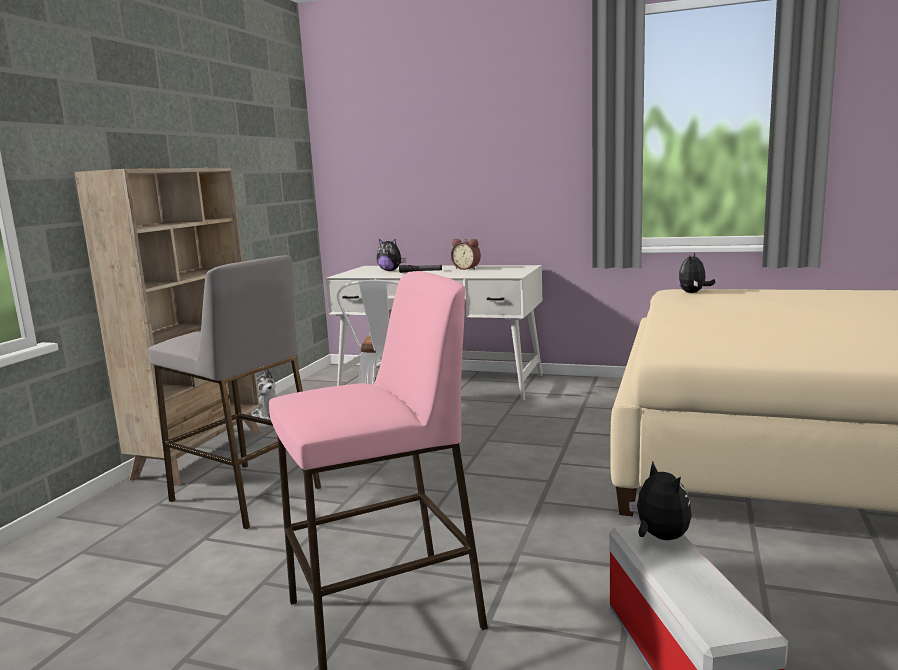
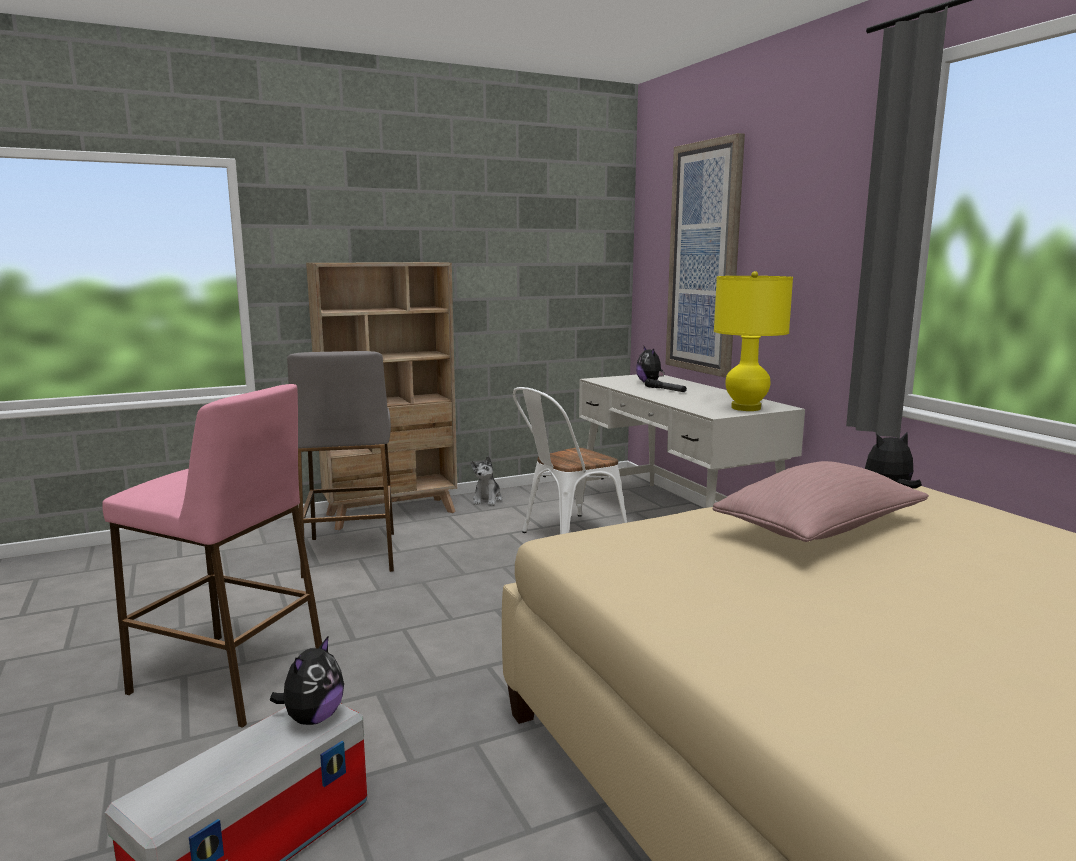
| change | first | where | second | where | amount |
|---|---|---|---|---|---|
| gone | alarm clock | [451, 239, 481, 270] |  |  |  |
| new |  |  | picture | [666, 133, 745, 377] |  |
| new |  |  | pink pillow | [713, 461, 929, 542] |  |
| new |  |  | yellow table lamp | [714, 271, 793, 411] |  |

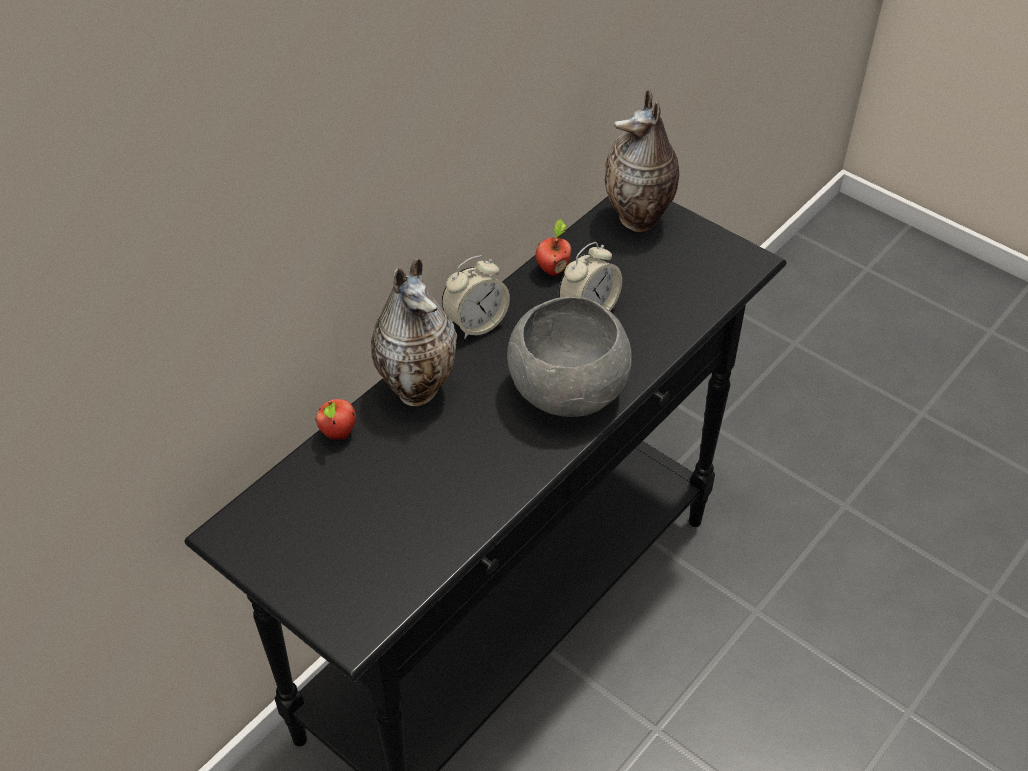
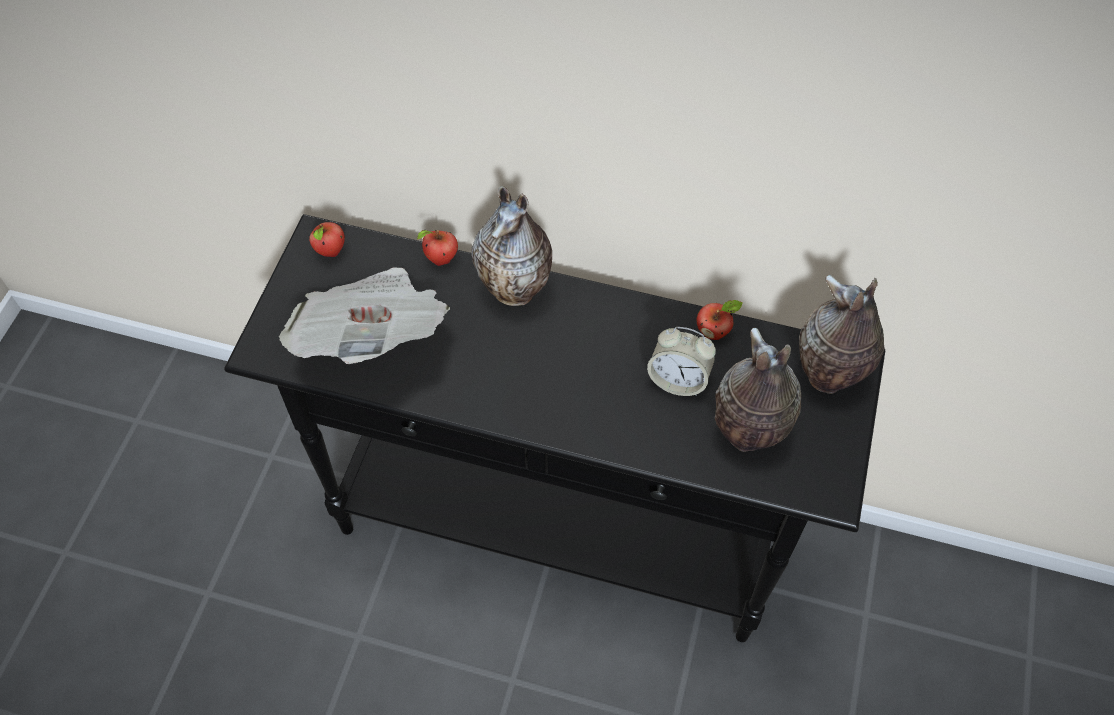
| change | first | where | second | where | amount |
|---|---|---|---|---|---|
| gone | alarm clock | [442, 255, 510, 339] |  |  |  |
| gone | grey bowl | [507, 297, 632, 417] |  |  |  |
| new |  |  | newspaper | [279, 268, 450, 364] |  |
| new |  |  | apple | [309, 222, 345, 257] |  |
| new |  |  | vase | [715, 328, 801, 452] |  |

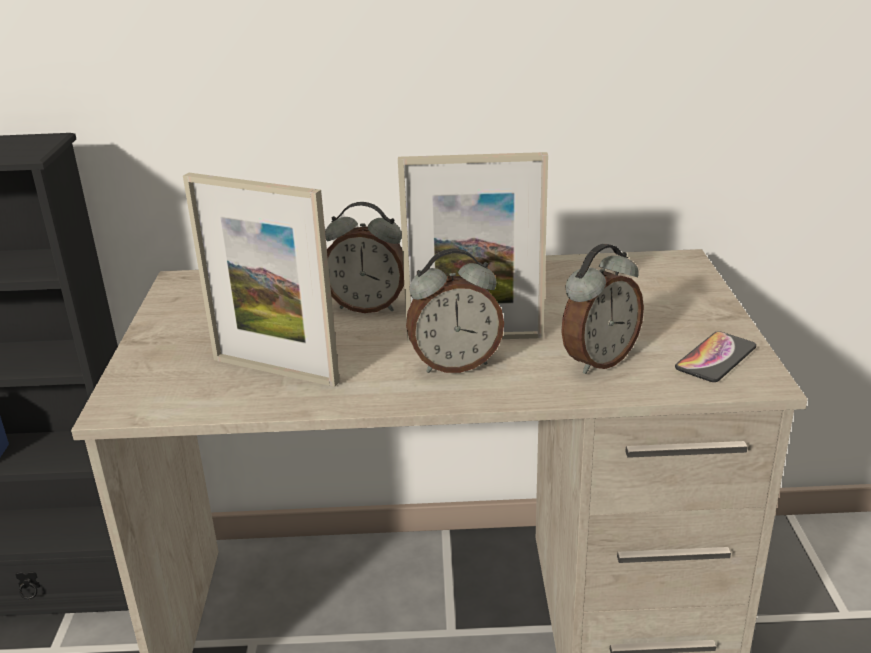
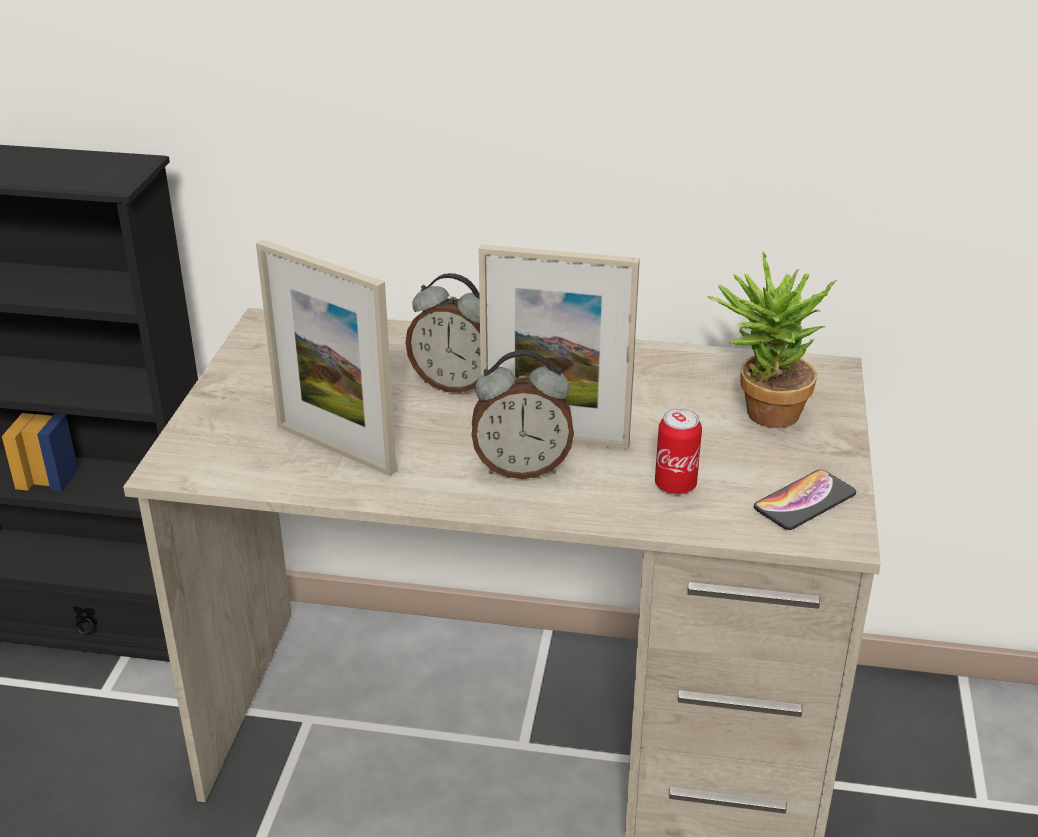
| change | first | where | second | where | amount |
|---|---|---|---|---|---|
| swapped | alarm clock | [561, 244, 644, 374] | can | [655, 408, 702, 495] |  |
| new |  |  | potted plant | [708, 252, 837, 428] |  |

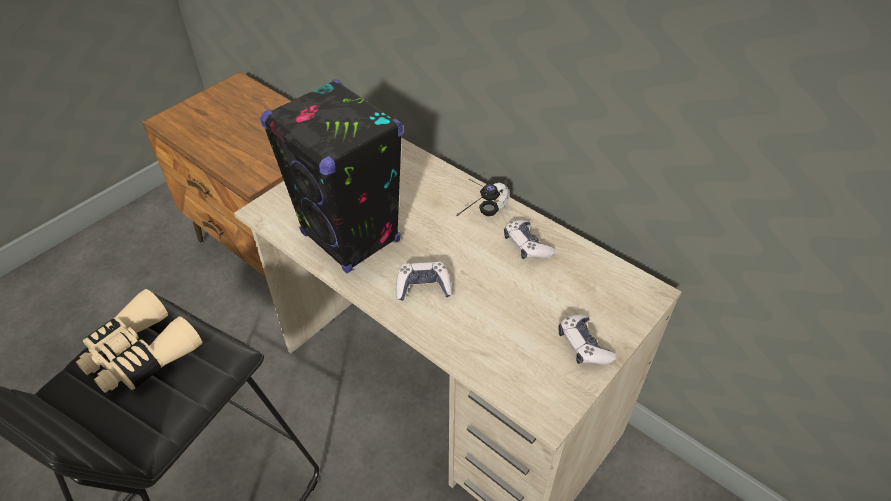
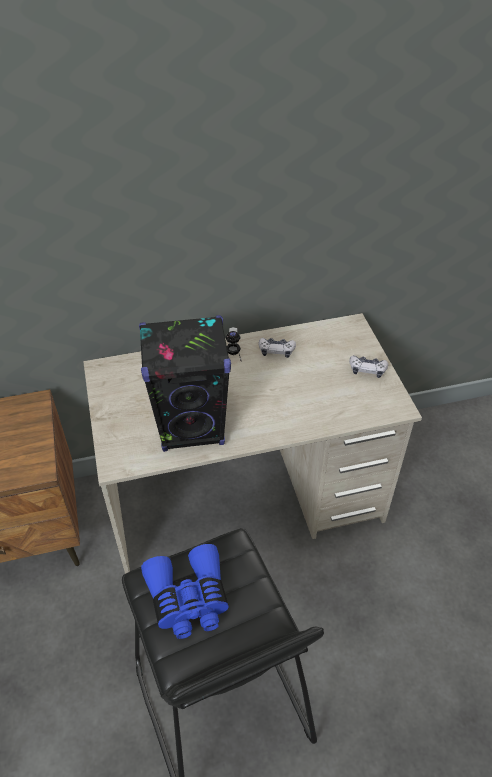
| change | first | where | second | where | amount |
|---|---|---|---|---|---|
| repainted | beige binoculars | [76, 289, 202, 393] | blue binoculars | [141, 544, 229, 639] |  |
| gone | game controller | [396, 261, 452, 301] |  |  |  |

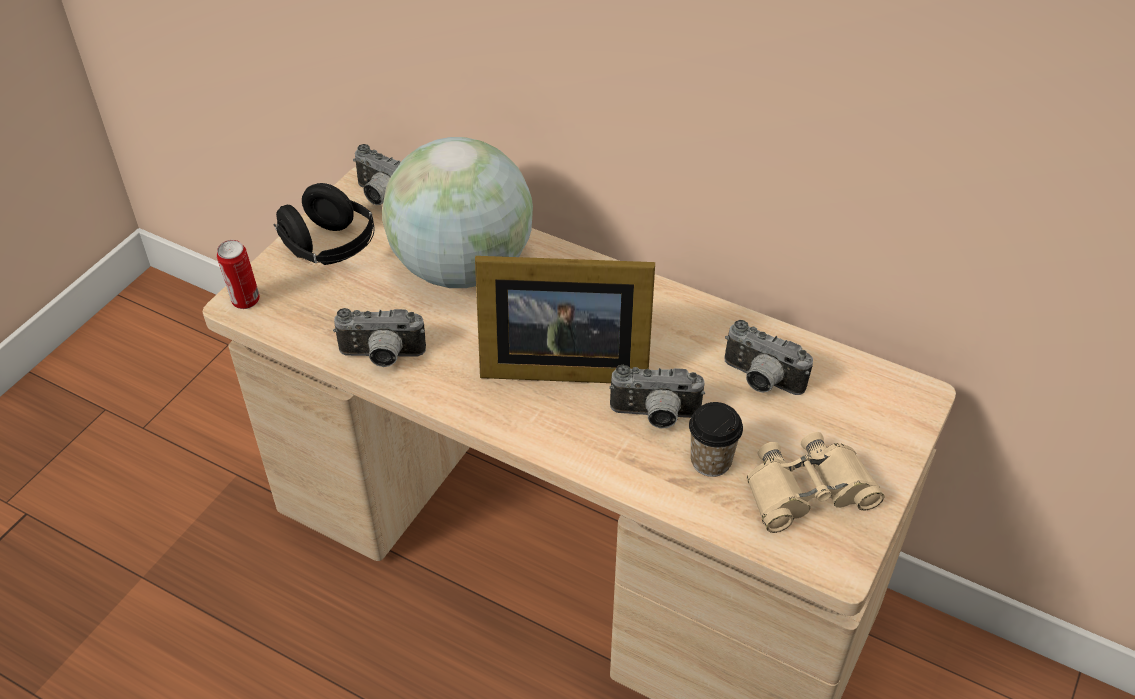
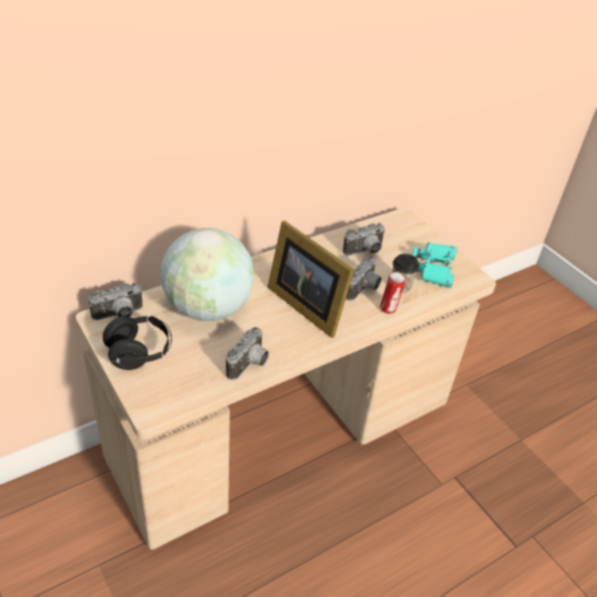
| change | first | where | second | where | amount |
|---|---|---|---|---|---|
| shifted | can | [217, 240, 260, 309] |  | [380, 272, 405, 314] |  |
| rotated | picture frame | [475, 256, 655, 383] |  | [268, 220, 354, 338] | 105 degrees clockwise |
| repainted | beige binoculars | [746, 432, 884, 533] | turquoise binoculars | [412, 242, 457, 288] |  |

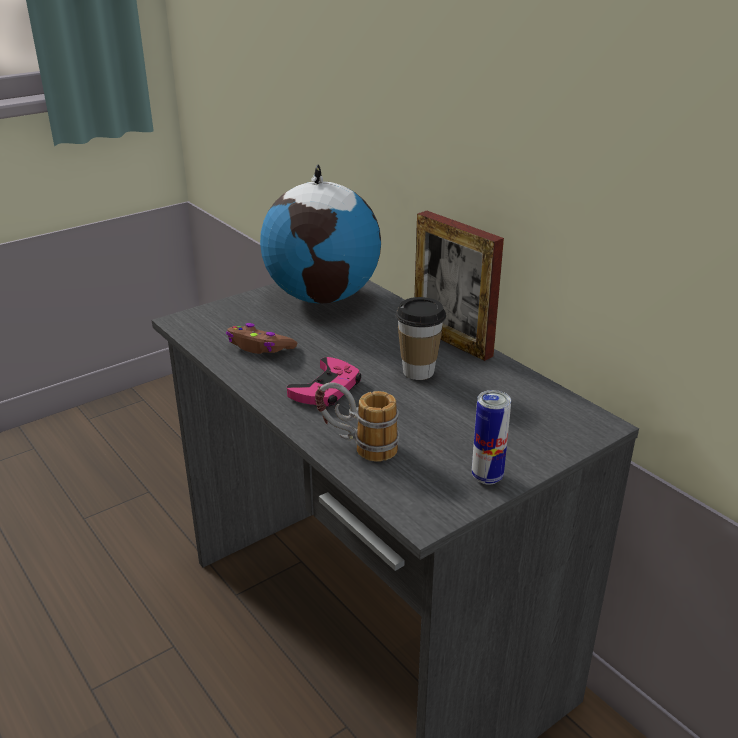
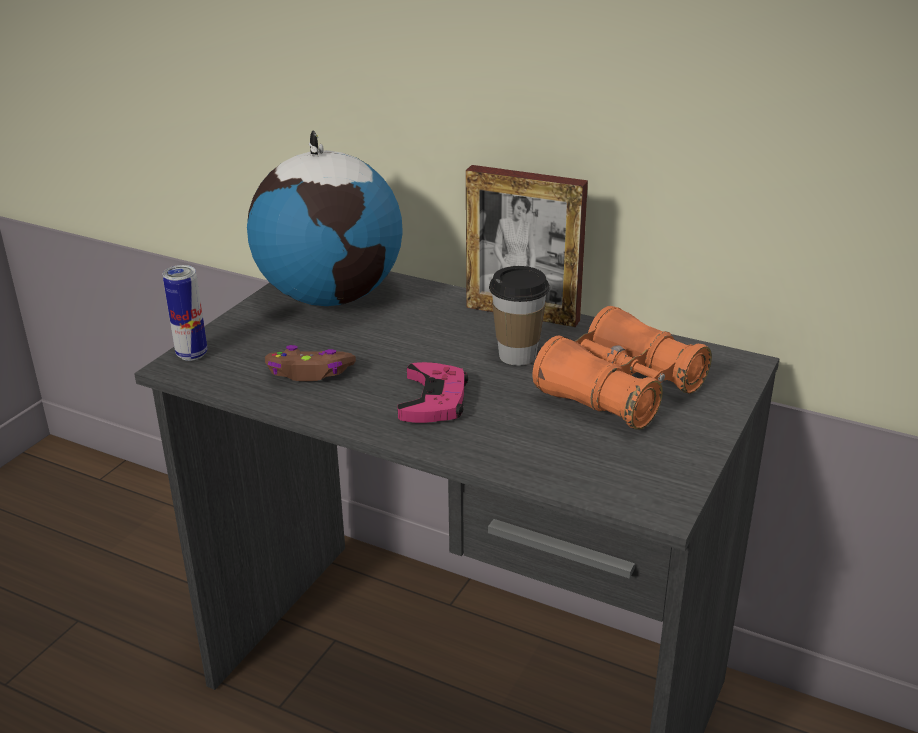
| change | first | where | second | where | amount |
|---|---|---|---|---|---|
| gone | mug | [315, 382, 399, 462] |  |  |  |
| shifted | can | [472, 390, 511, 485] |  | [162, 265, 207, 361] |  |
| new |  |  | orange binoculars | [532, 306, 712, 430] |  |

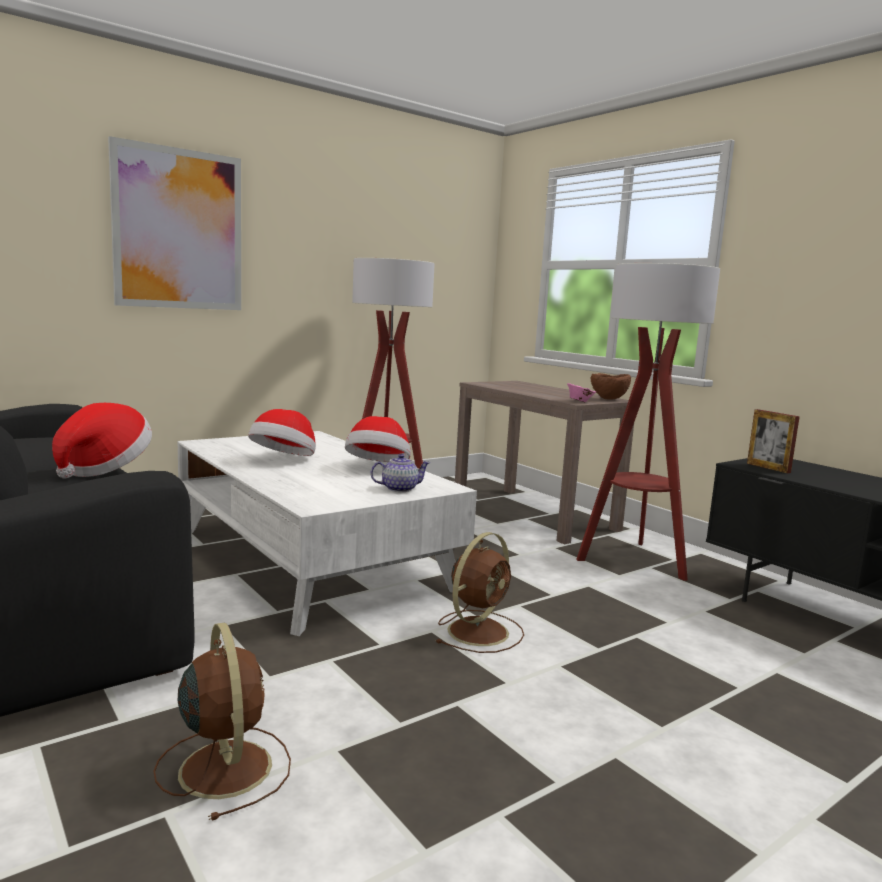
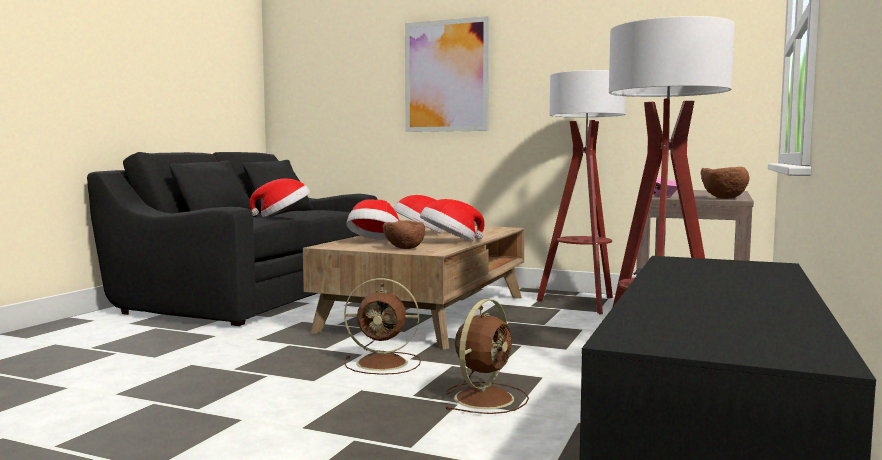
| change | first | where | second | where | amount |
|---|---|---|---|---|---|
| shifted | brown fan | [154, 623, 291, 821] |  | [444, 299, 529, 414] |  |
| repainted | white coffee table | [178, 431, 477, 636] | brown coffee table | [303, 226, 525, 350] |  |
| swapped | teapot | [370, 454, 430, 492] | brown bowl | [382, 220, 425, 249] |  |
| gone | picture frame | [747, 409, 800, 473] |  |  |  |
| new |  |  | hat | [346, 199, 400, 240] |  |

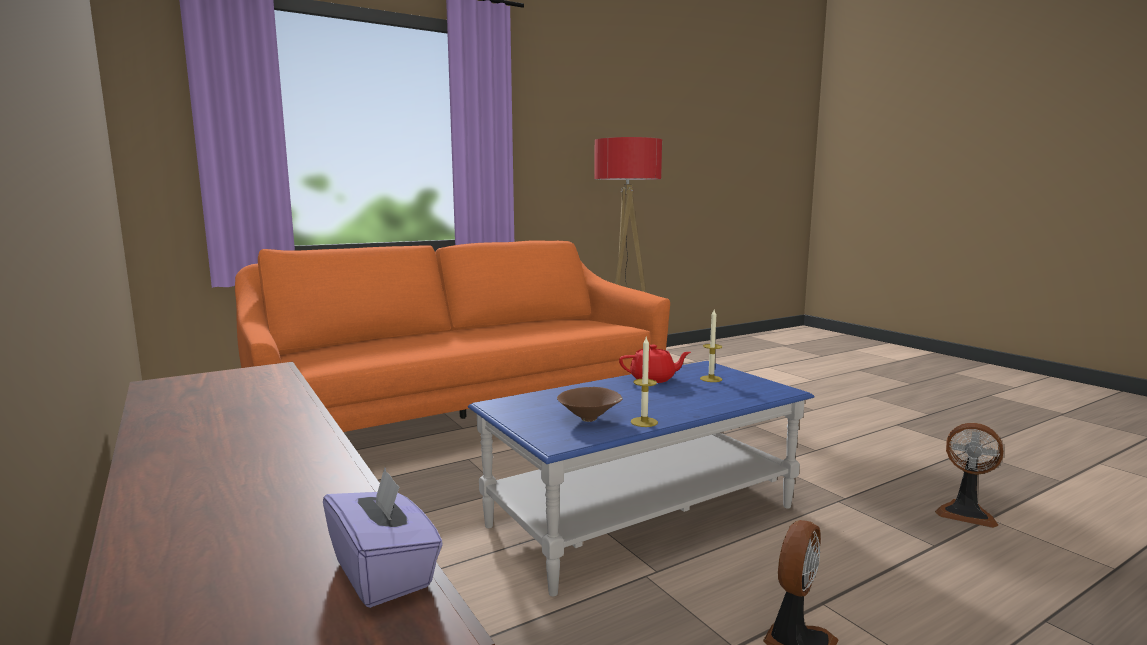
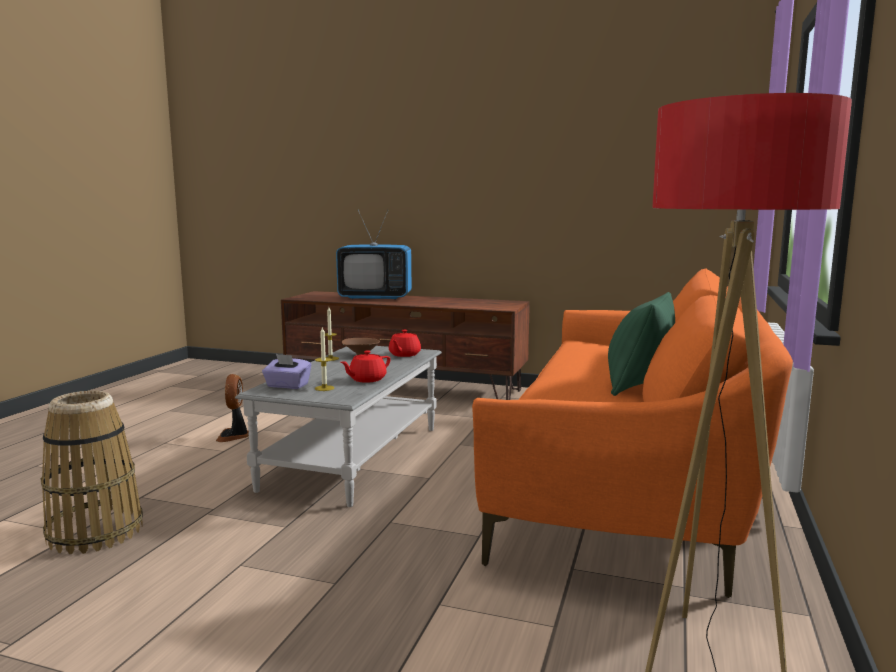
| change | first | where | second | where | amount |
|---|---|---|---|---|---|
| shifted | purple tissue box | [323, 467, 443, 608] |  | [262, 354, 312, 389] |  |
| repainted | blue coffee table | [468, 361, 814, 596] | grey coffee table | [235, 346, 442, 507] |  |
| swapped | fan | [935, 423, 1003, 528] | basket | [41, 391, 143, 554] |  |
| new |  |  | television | [336, 210, 412, 300] |  |
| new |  |  | red teapot | [389, 330, 421, 357] |  |
| new |  |  | green pillow | [608, 292, 675, 396] |  |

